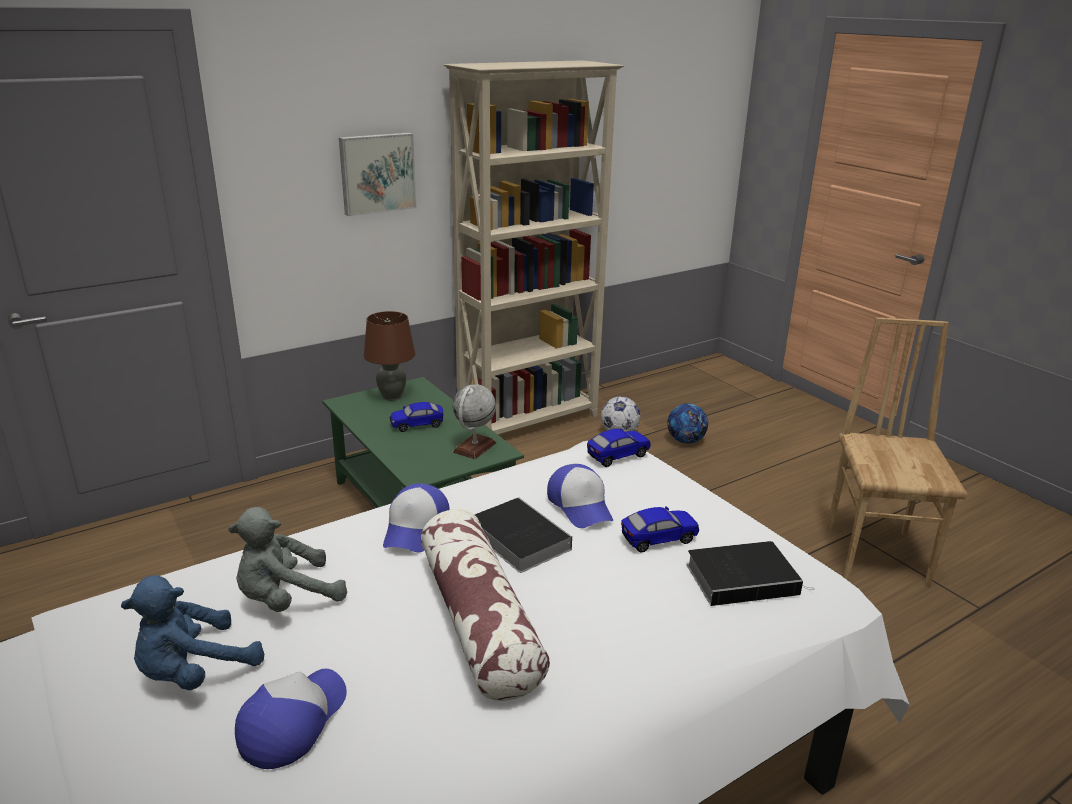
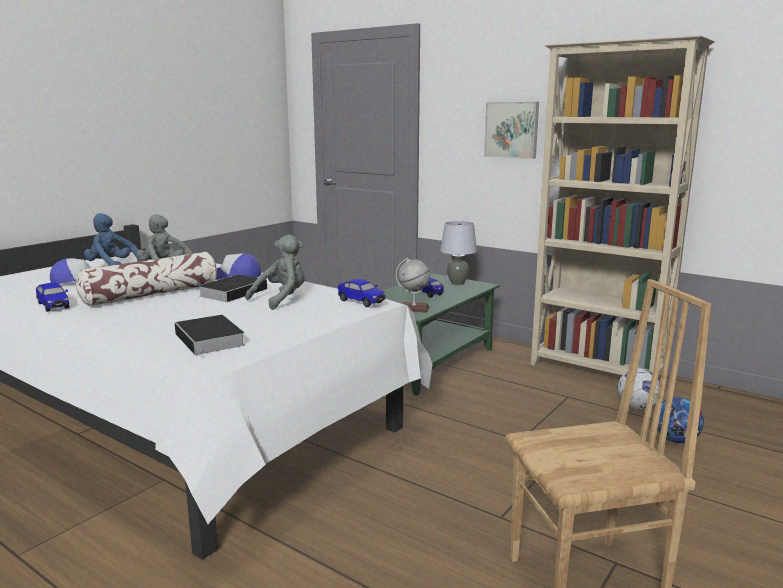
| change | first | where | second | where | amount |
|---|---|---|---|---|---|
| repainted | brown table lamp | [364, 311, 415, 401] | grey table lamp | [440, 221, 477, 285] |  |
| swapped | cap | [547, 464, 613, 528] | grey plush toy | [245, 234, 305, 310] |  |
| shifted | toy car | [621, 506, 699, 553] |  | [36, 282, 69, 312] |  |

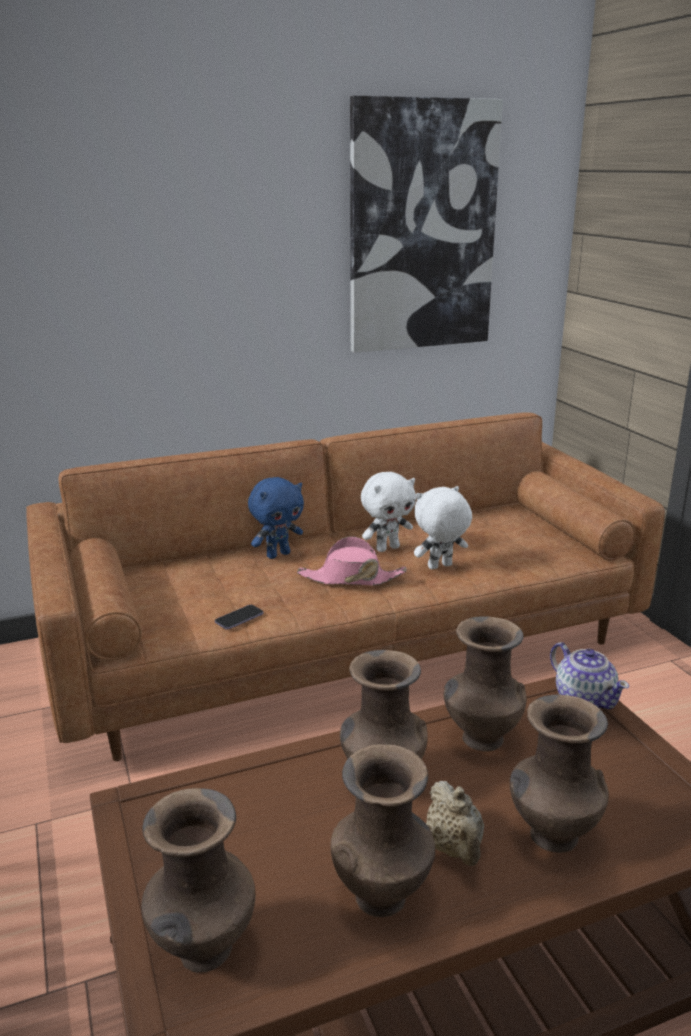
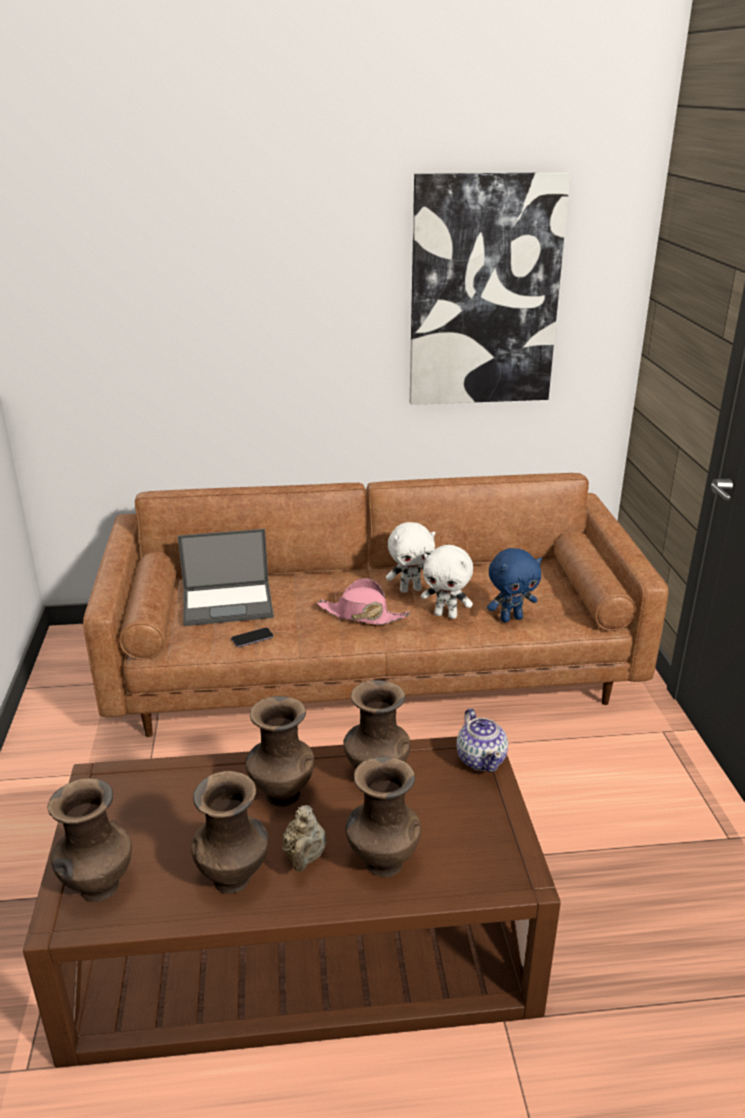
| change | first | where | second | where | amount |
|---|---|---|---|---|---|
| shifted | blue plush toy | [248, 477, 304, 559] |  | [487, 548, 542, 622] |  |
| rotated | white plush toy | [414, 486, 472, 570] |  | [421, 545, 473, 619] | 150 degrees counterclockwise |
| new |  |  | laptop | [178, 529, 274, 626] |  |

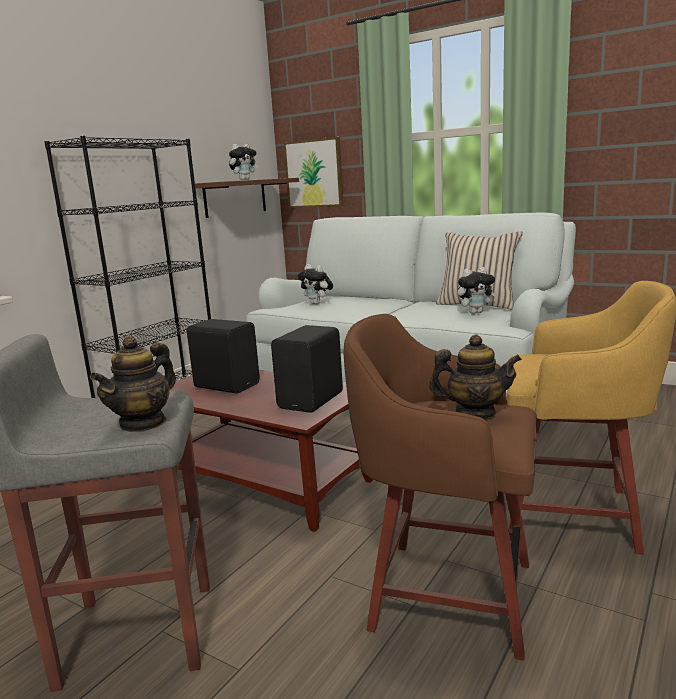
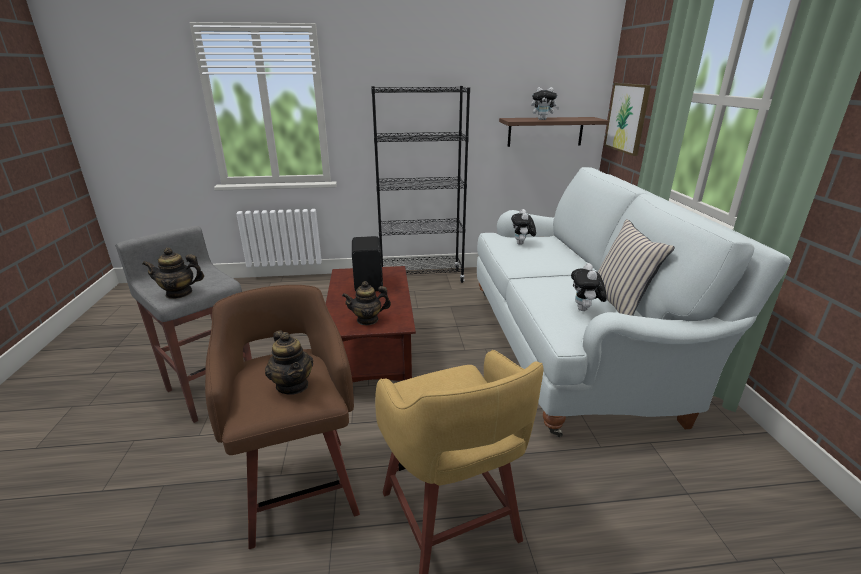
| change | first | where | second | where | amount |
|---|---|---|---|---|---|
| swapped | black speaker | [271, 325, 343, 413] | teapot | [342, 281, 391, 325] |  |
| rotated | plush toy | [458, 267, 496, 314] |  | [571, 263, 607, 311] | 60 degrees clockwise |

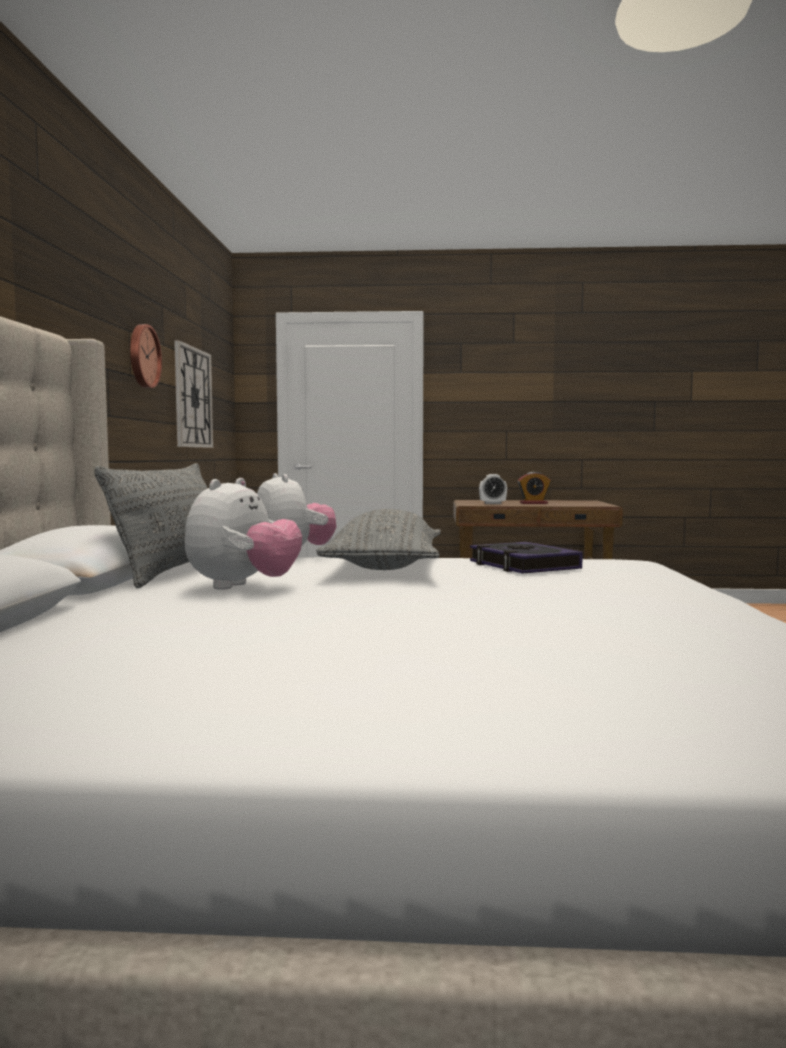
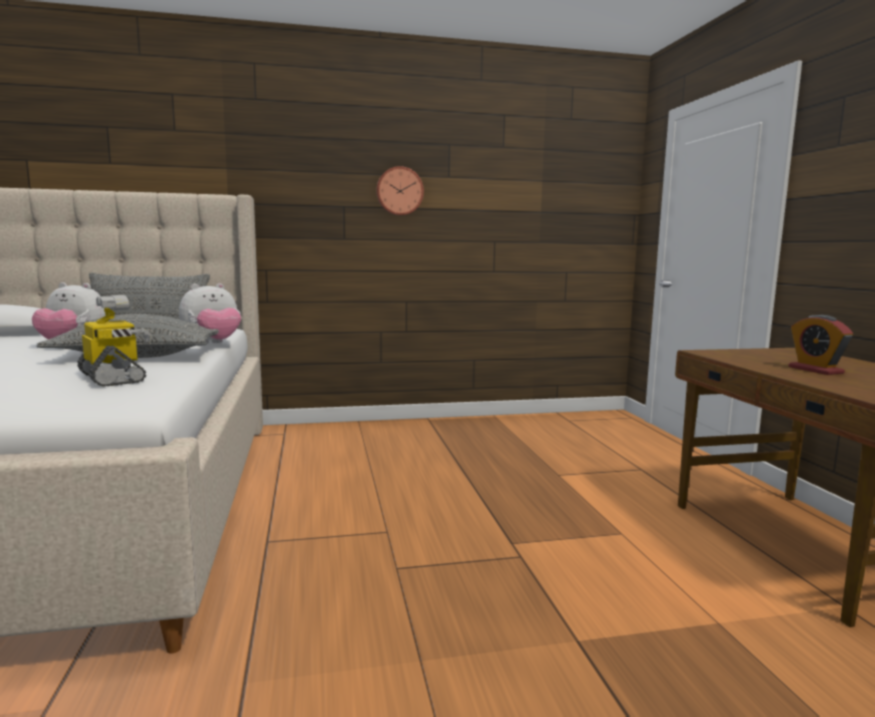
| change | first | where | second | where | amount |
|---|---|---|---|---|---|
| gone | wall clock | [174, 340, 213, 448] |  |  |  |
| swapped | book | [470, 542, 583, 574] | toy robot | [77, 295, 152, 387] |  |
| gone | alarm clock | [479, 474, 507, 504] |  |  |  |

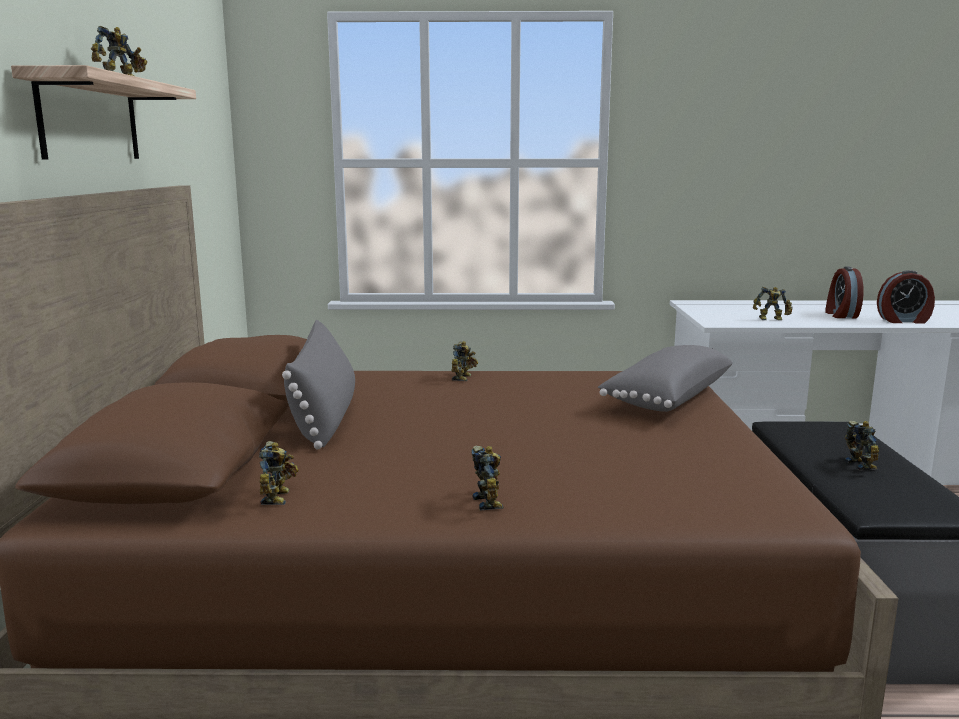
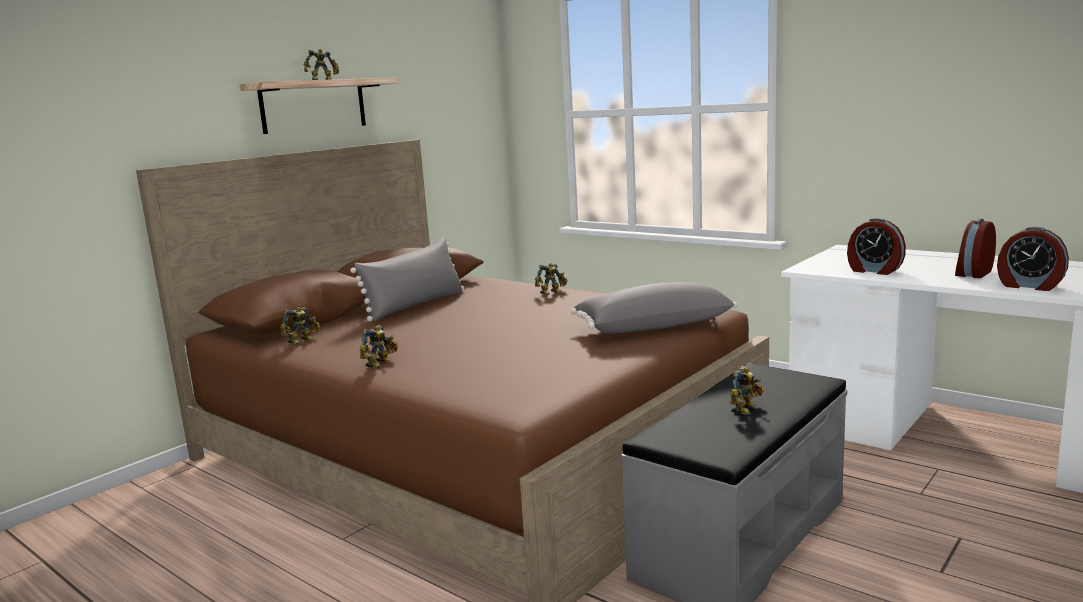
| change | first | where | second | where | amount |
|---|---|---|---|---|---|
| swapped | toy robot | [753, 286, 792, 320] | alarm clock | [847, 218, 906, 275] |  |

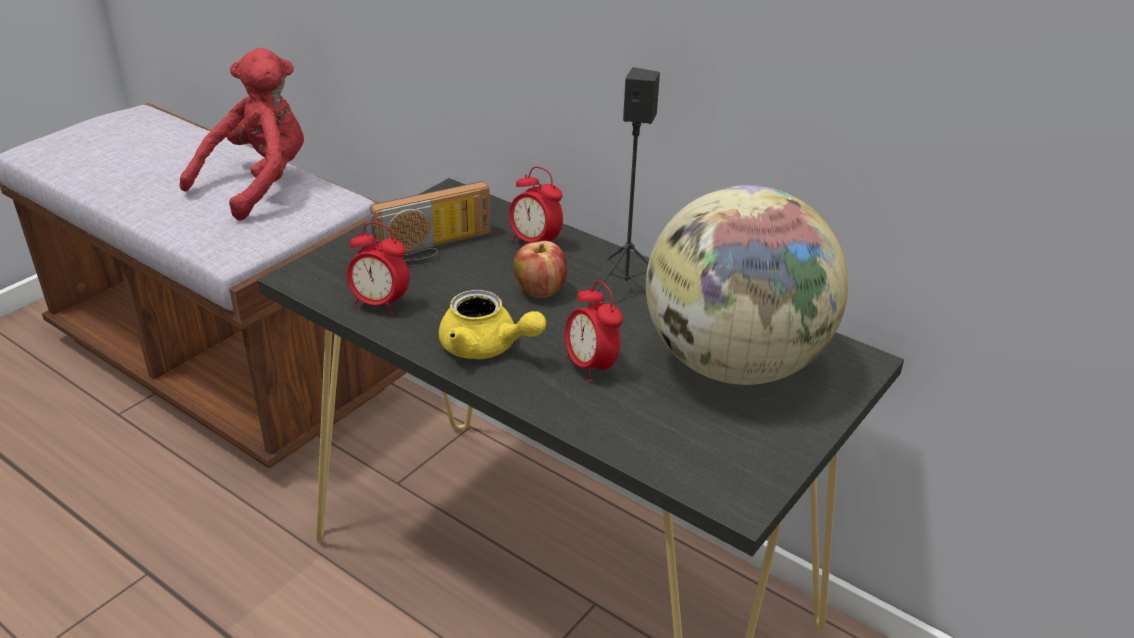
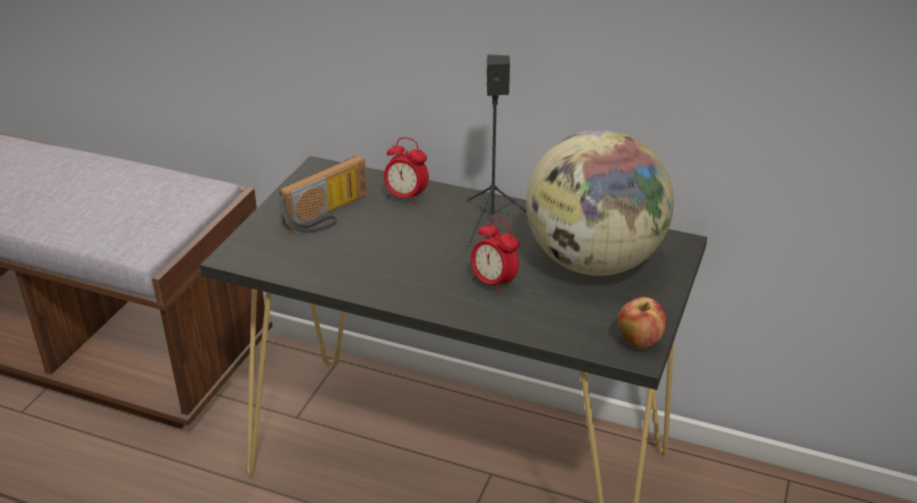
| change | first | where | second | where | amount |
|---|---|---|---|---|---|
| gone | red plush toy | [180, 48, 304, 221] |  |  |  |
| gone | alarm clock | [347, 222, 409, 315] |  |  |  |
| gone | yellow teapot | [439, 290, 546, 359] |  |  |  |
| shifted | apple | [513, 241, 567, 298] |  | [618, 297, 667, 349] |  |

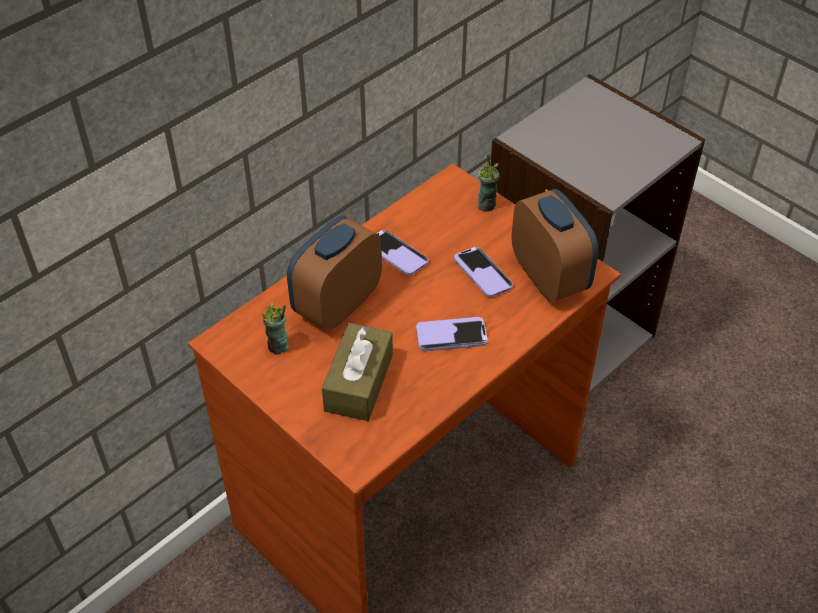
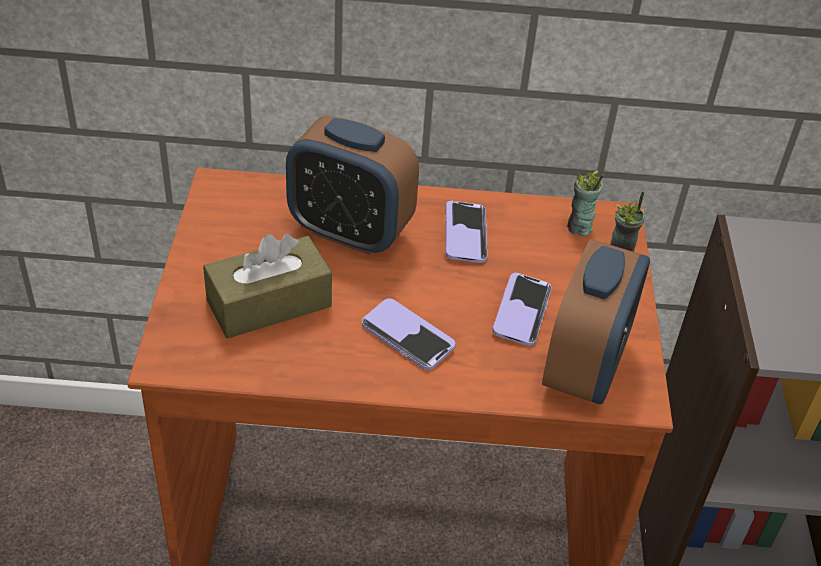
| change | first | where | second | where | amount |
|---|---|---|---|---|---|
| shifted | cup | [262, 302, 289, 355] |  | [567, 171, 604, 236] |  |
| rotated | alarm clock | [287, 216, 382, 331] |  | [286, 115, 419, 255] | 150 degrees counterclockwise |

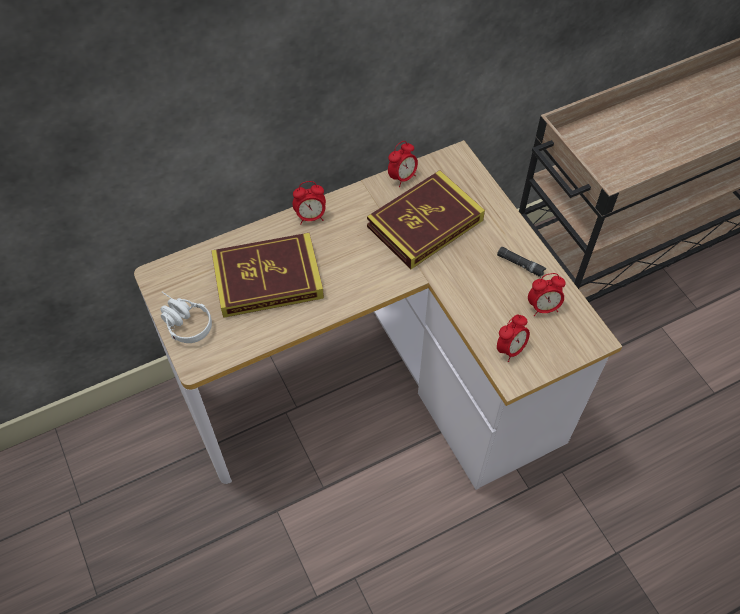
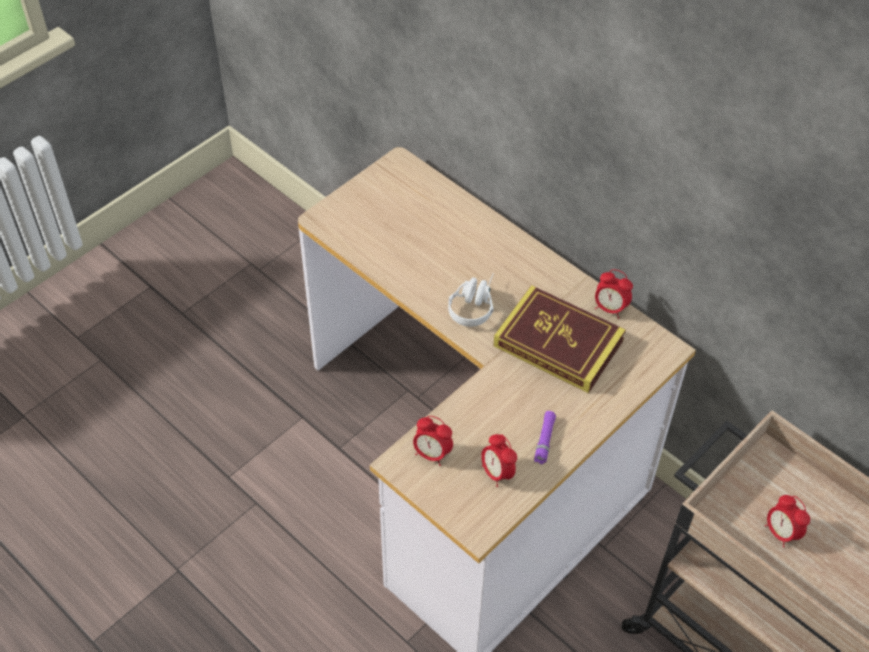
| change | first | where | second | where | amount |
|---|---|---|---|---|---|
| shifted | white headphones | [160, 292, 212, 343] |  | [448, 273, 494, 327] |  |
| gone | book | [211, 233, 324, 318] |  |  |  |
| shifted | alarm clock | [292, 181, 326, 224] |  | [765, 495, 810, 548] |  |
| repainted | black flashlight | [497, 247, 546, 277] | purple flashlight | [534, 411, 556, 464] |  |

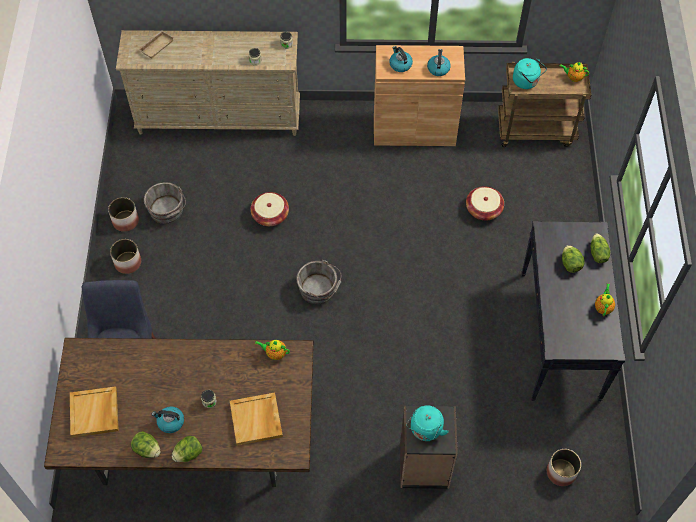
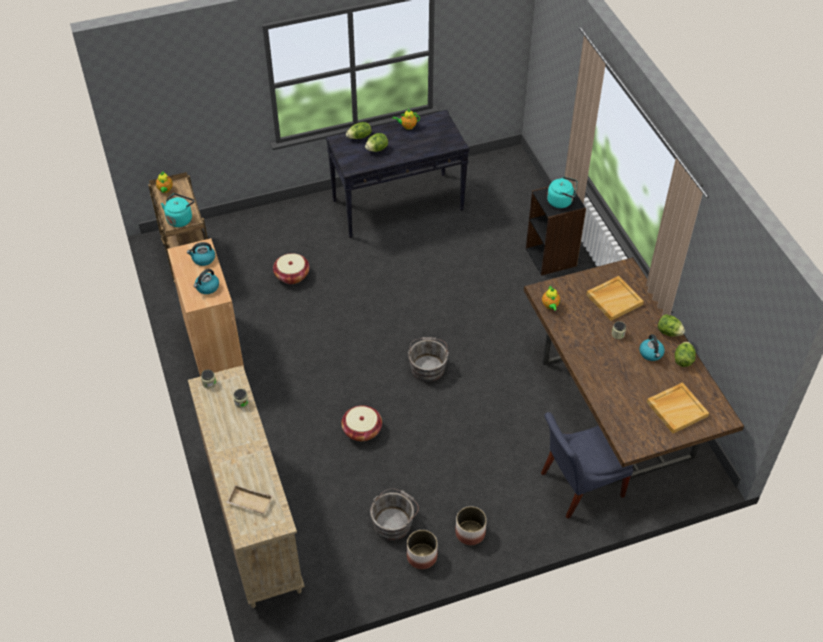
| change | first | where | second | where | amount |
|---|---|---|---|---|---|
| gone | planter | [547, 449, 581, 486] |  |  |  |

